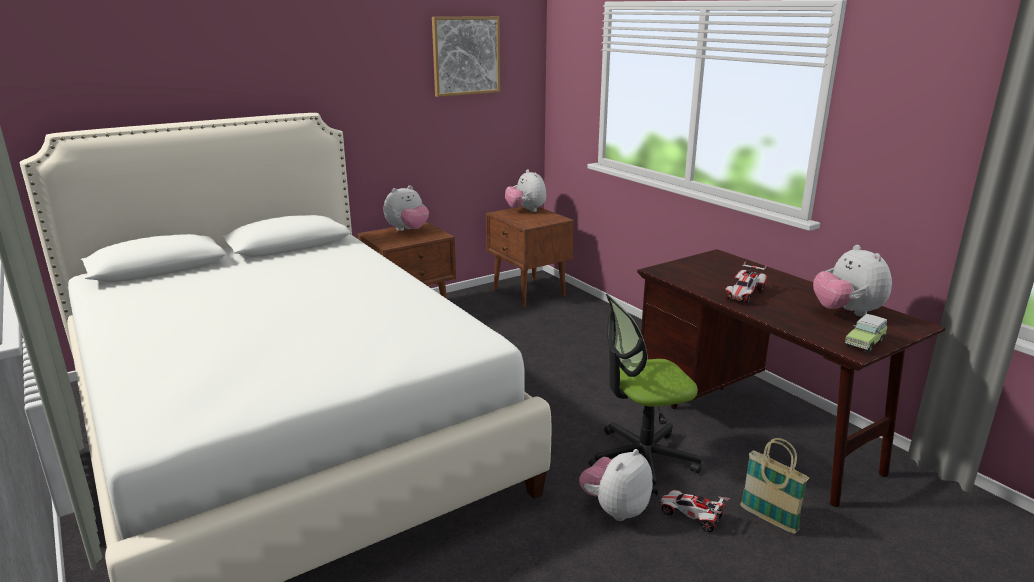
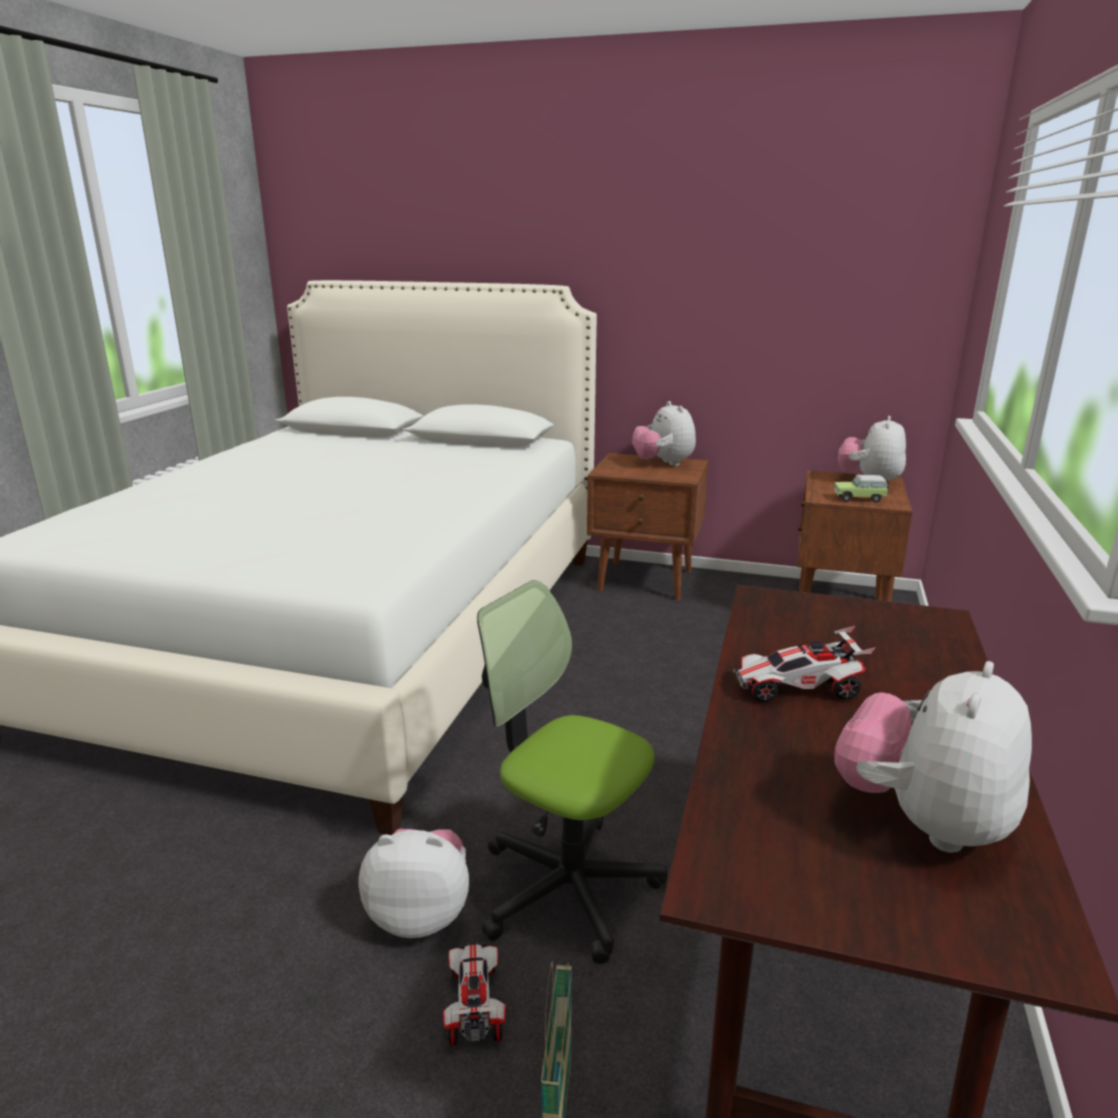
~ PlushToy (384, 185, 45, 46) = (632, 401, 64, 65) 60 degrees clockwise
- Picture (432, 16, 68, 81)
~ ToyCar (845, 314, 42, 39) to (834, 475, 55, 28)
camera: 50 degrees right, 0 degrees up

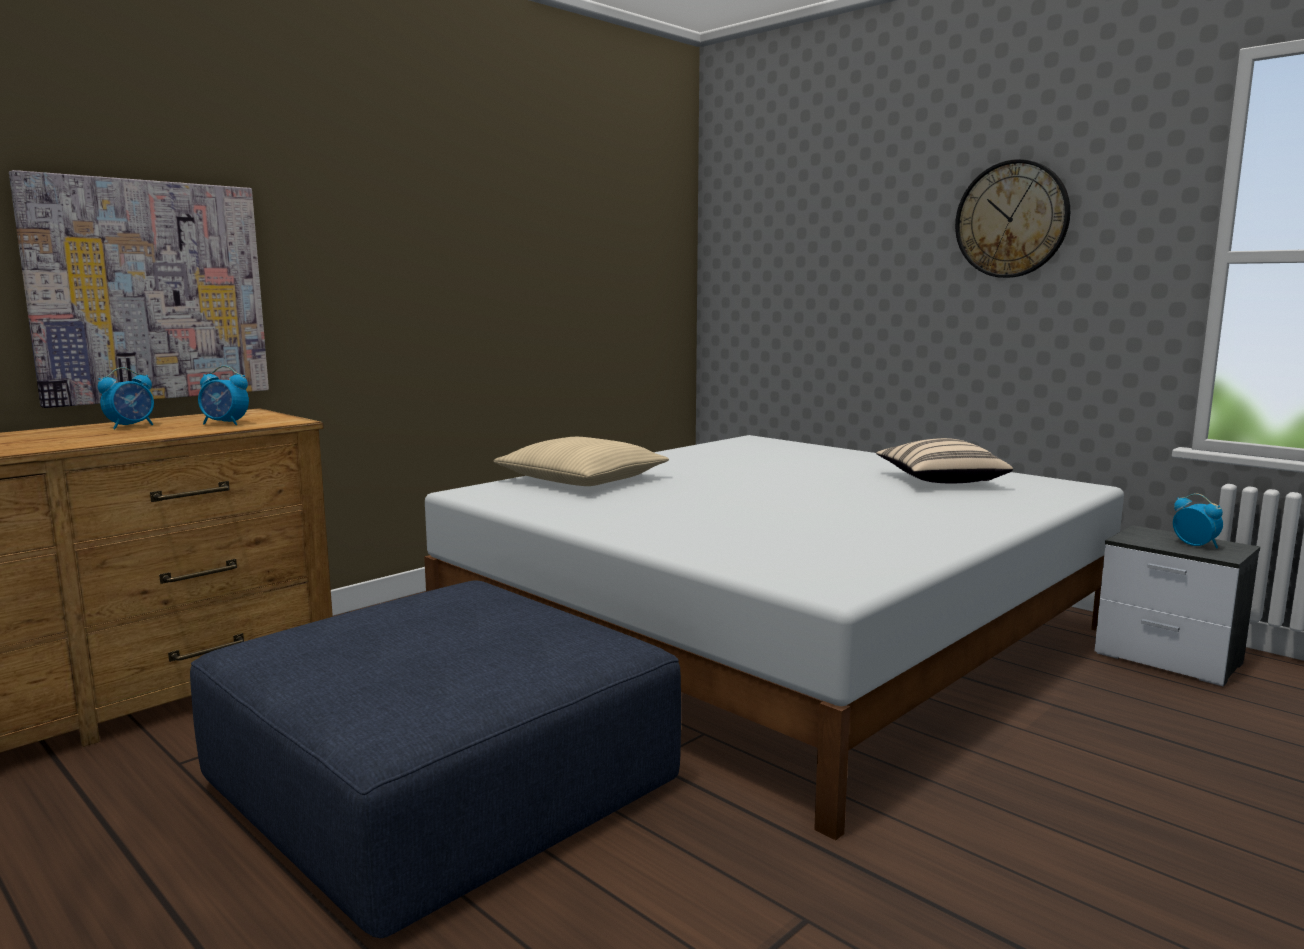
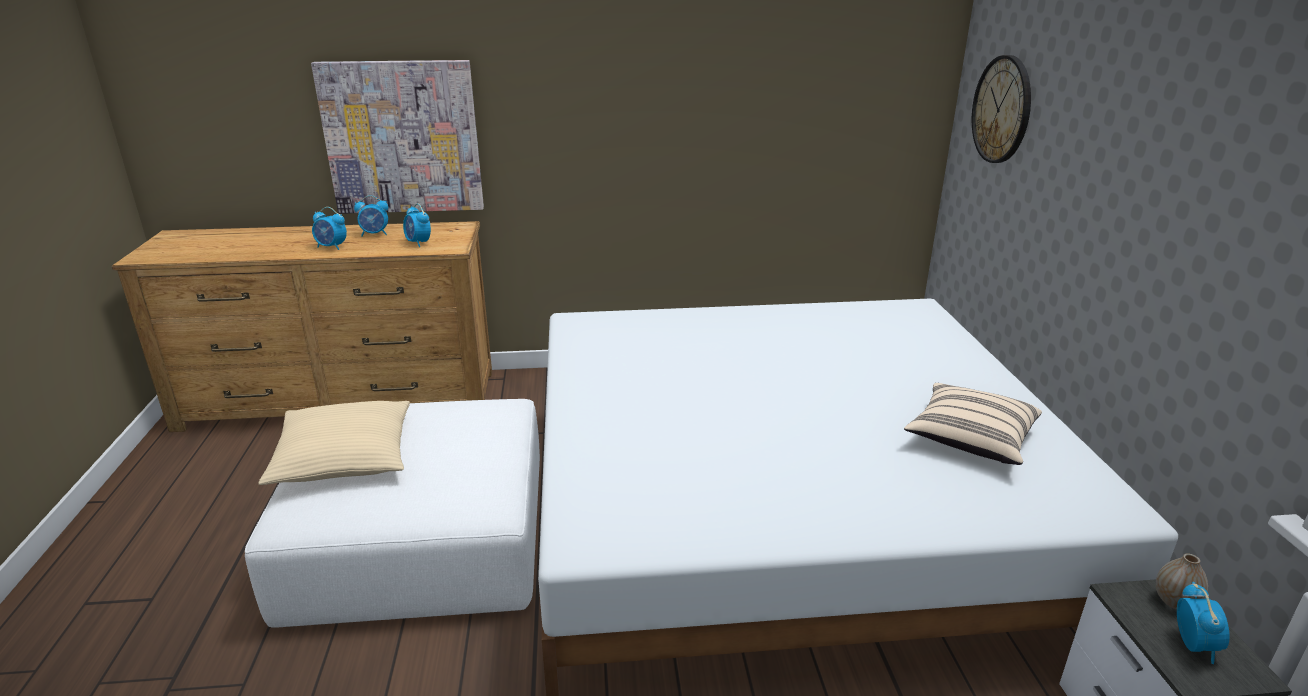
~ BlueOttoman (190, 580, 491, 358) to WhiteOttoman (245, 399, 295, 229)
~ BeigePillow (493, 437, 176, 49) to (258, 401, 152, 84)
~ WallClock (955, 159, 115, 119) to (972, 55, 59, 108)
+ AlarmClock (312, 207, 35, 43)
+ Vase (1156, 554, 52, 55)
camera: 40 degrees right, 15 degrees up

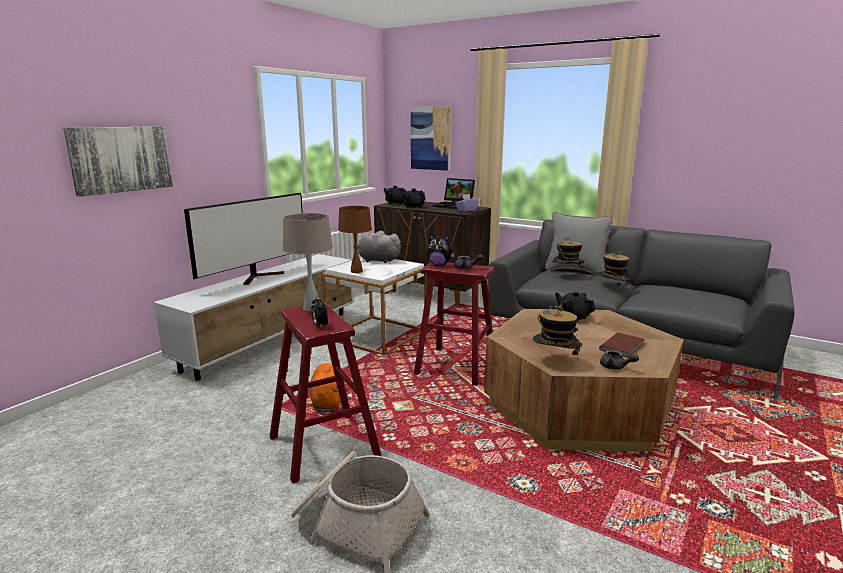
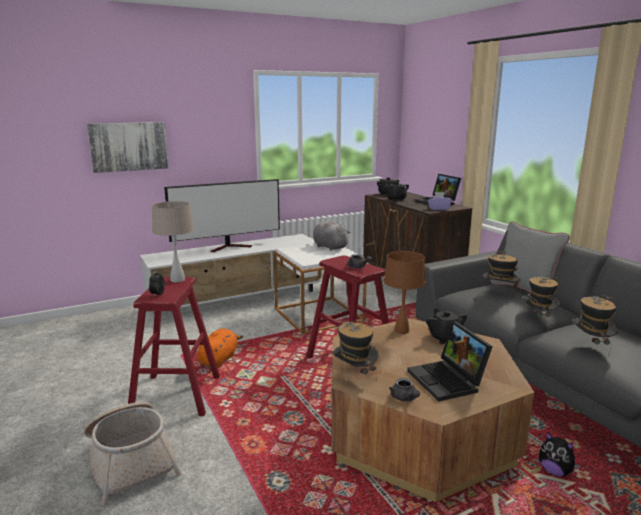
~ BrownTableLamp (338, 206, 34, 67) to (384, 251, 42, 83)
- Picture (411, 107, 40, 64)
~ PlushToy (427, 234, 28, 31) to (539, 432, 41, 45)
~ BrownBook (599, 332, 46, 26) to Laptop (407, 321, 86, 81)
+ Hat (572, 295, 46, 60)
camera: 30 degrees right, 0 degrees up

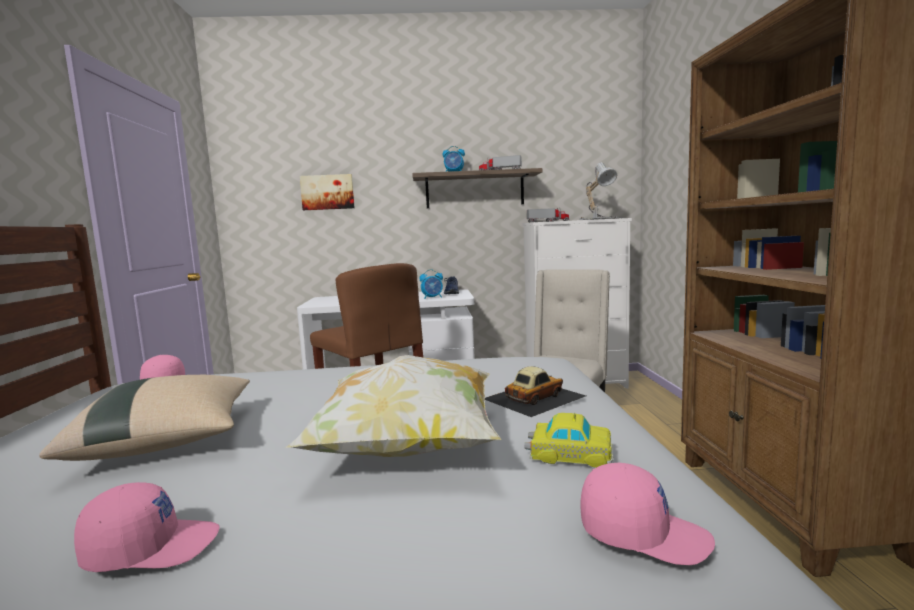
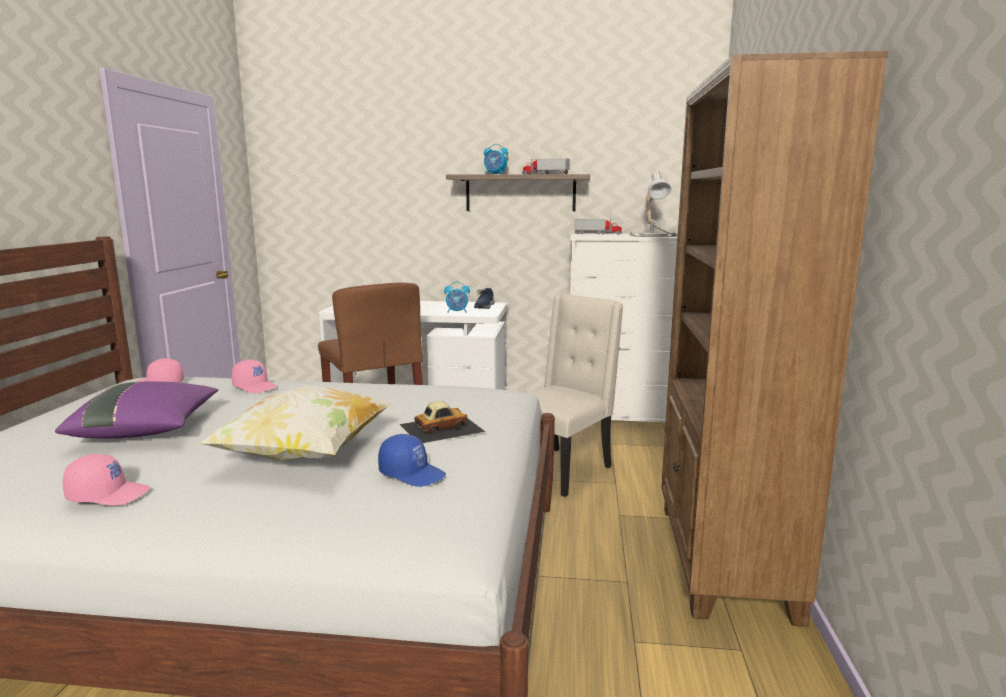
~ BeigePillow (39, 375, 211, 86) to PurplePillow (55, 382, 163, 56)
- Picture (300, 174, 55, 36)
~ ToyCar (524, 413, 89, 55) to BlueCap (378, 434, 68, 53)
~ PinkCap (580, 463, 135, 102) to (232, 360, 46, 33)
camera: 10 degrees right, 5 degrees up

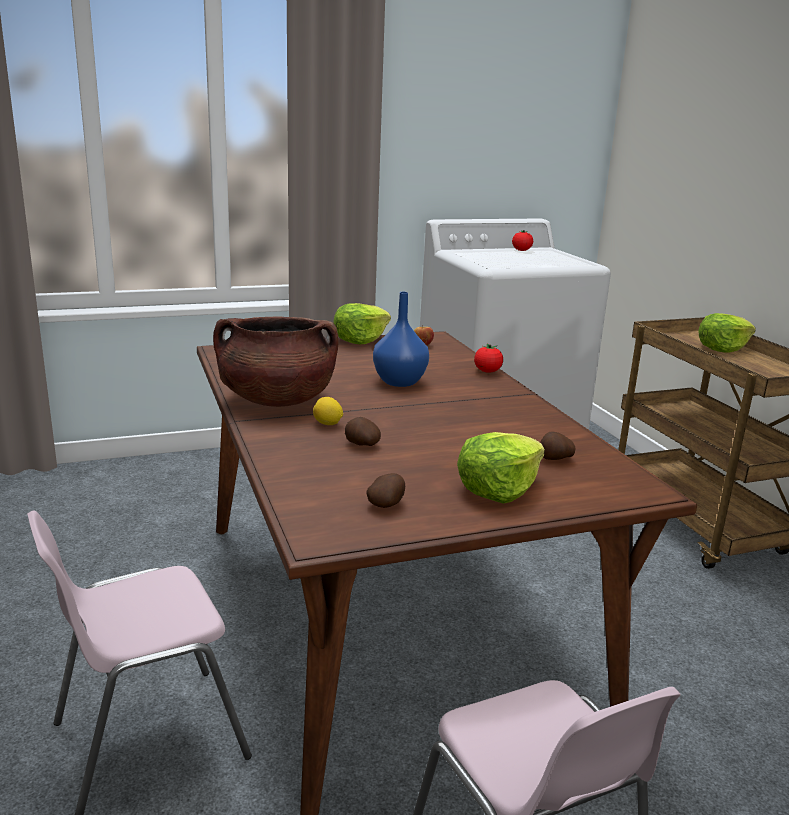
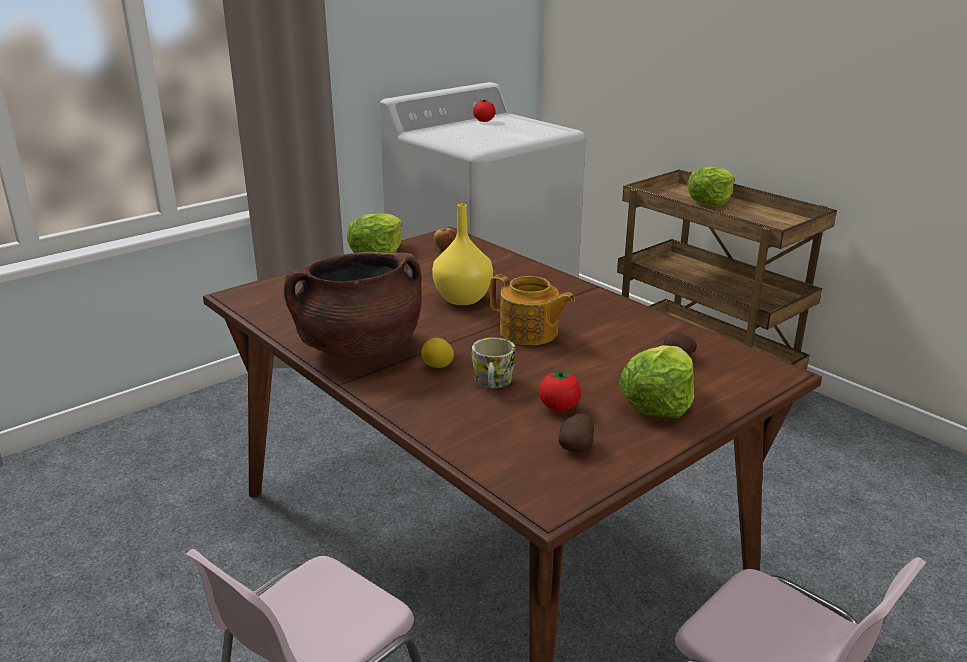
~ Potato (345, 417, 36, 29) to Mug (472, 338, 44, 50)
~ BlueVase (373, 292, 56, 95) to YellowVase (432, 204, 61, 101)
~ Tomato (474, 344, 29, 29) to (539, 369, 42, 42)
+ Teapot (490, 274, 85, 71)
camera: 20 degrees left, 5 degrees up

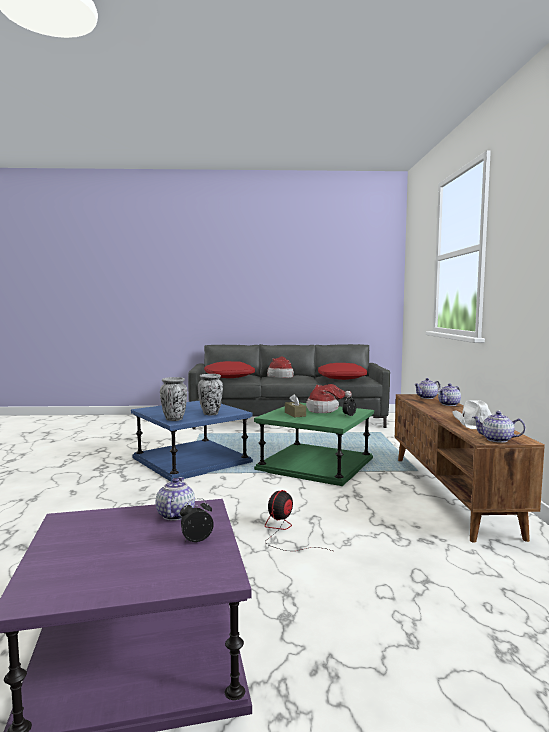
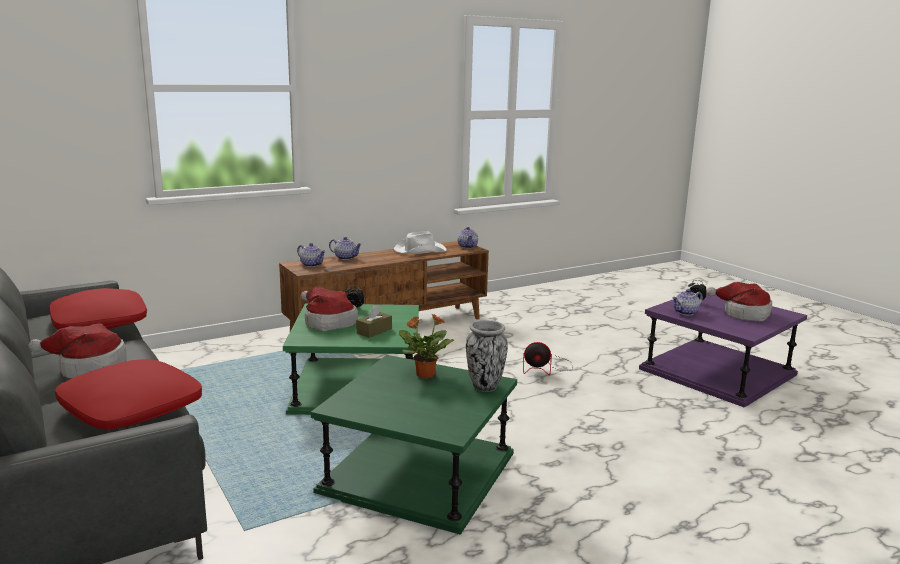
~ BlueSideTable (131, 400, 122, 82) to GreenSideTable (311, 355, 206, 180)
~ Vase (198, 374, 25, 41) to PottedPlant (399, 314, 55, 65)
+ Hat (707, 282, 65, 39)
camera: 120 degrees left, 10 degrees up

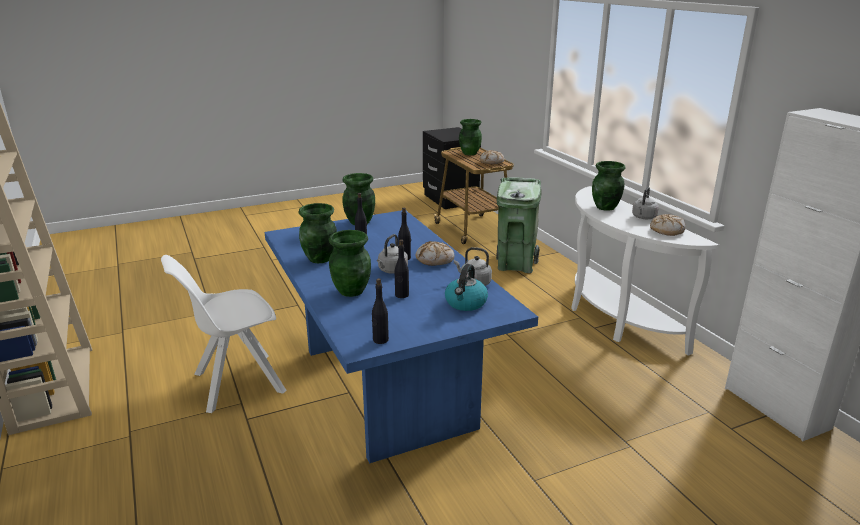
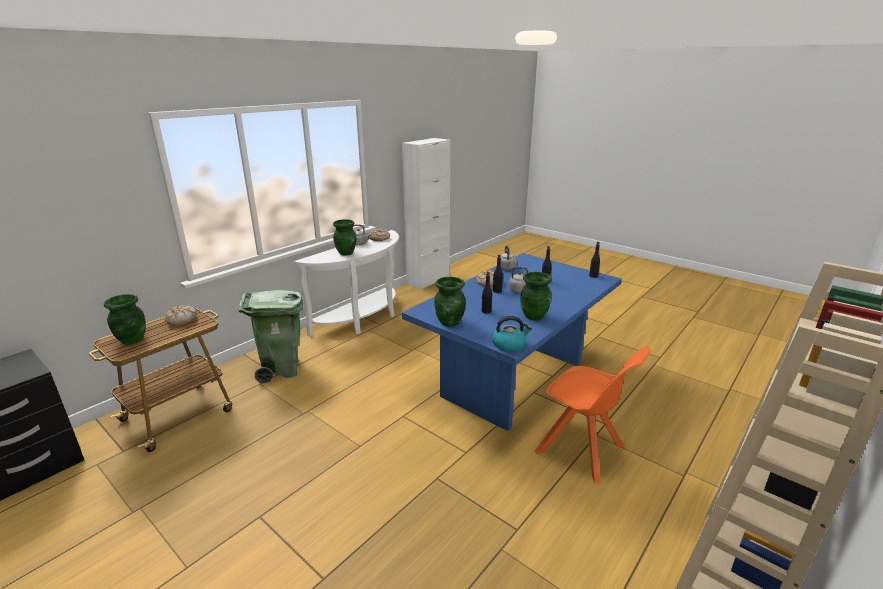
~ WhiteChair (161, 255, 125, 158) to OrangeChair (535, 346, 116, 137)
- GreenVase (329, 230, 42, 67)
~ Kettle (445, 264, 43, 47) to (492, 316, 40, 36)
camera: 115 degrees left, 0 degrees up

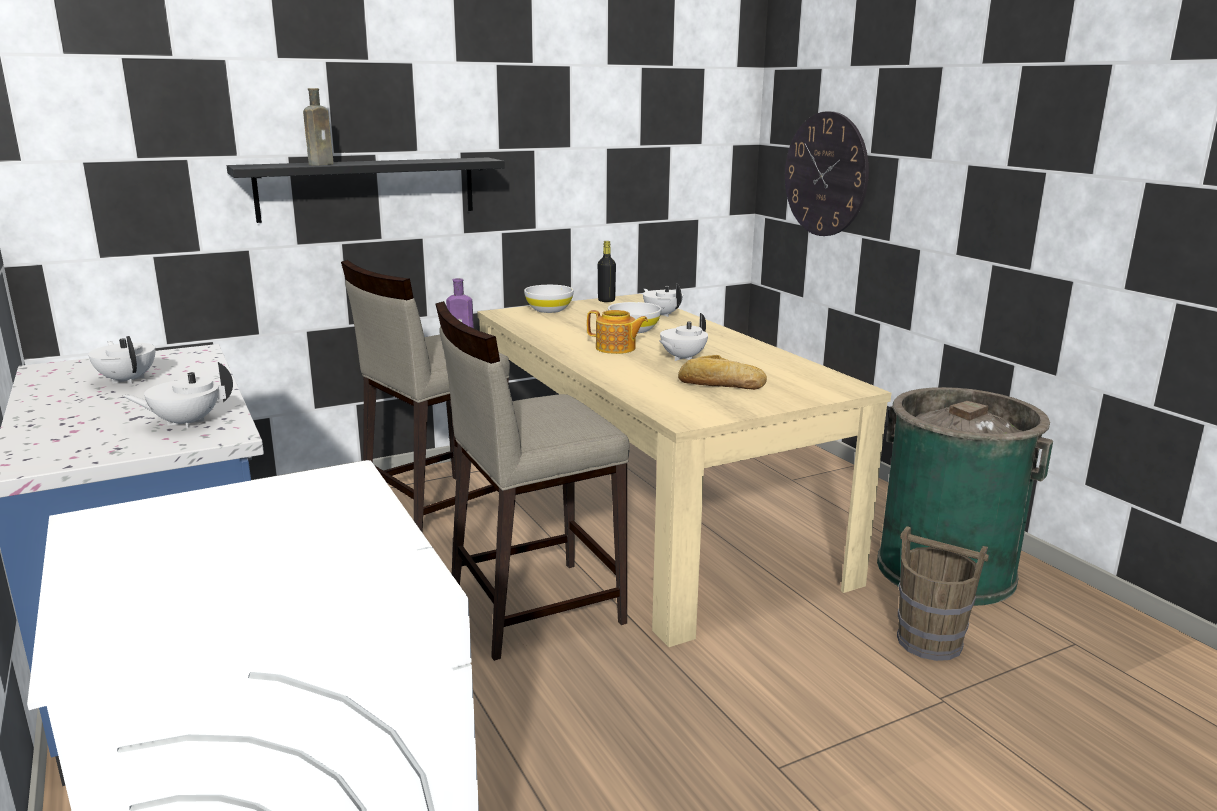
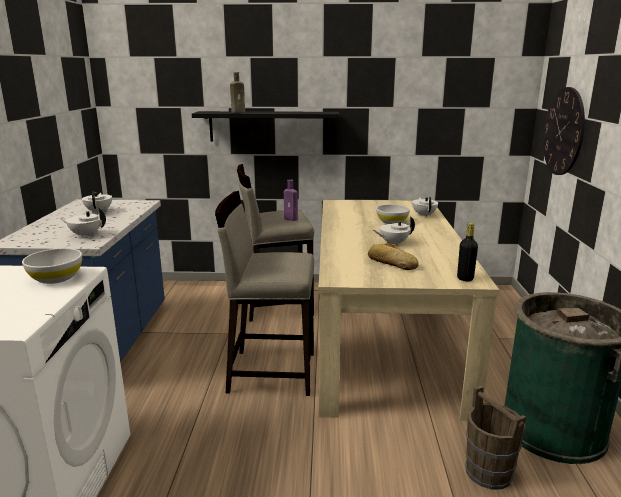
~ WhiteBowl (524, 285, 50, 28) to (22, 248, 60, 36)
- Teapot (587, 310, 61, 44)
~ BlackBottle (598, 241, 18, 61) to (457, 223, 21, 58)
camera: 30 degrees right, 0 degrees up

